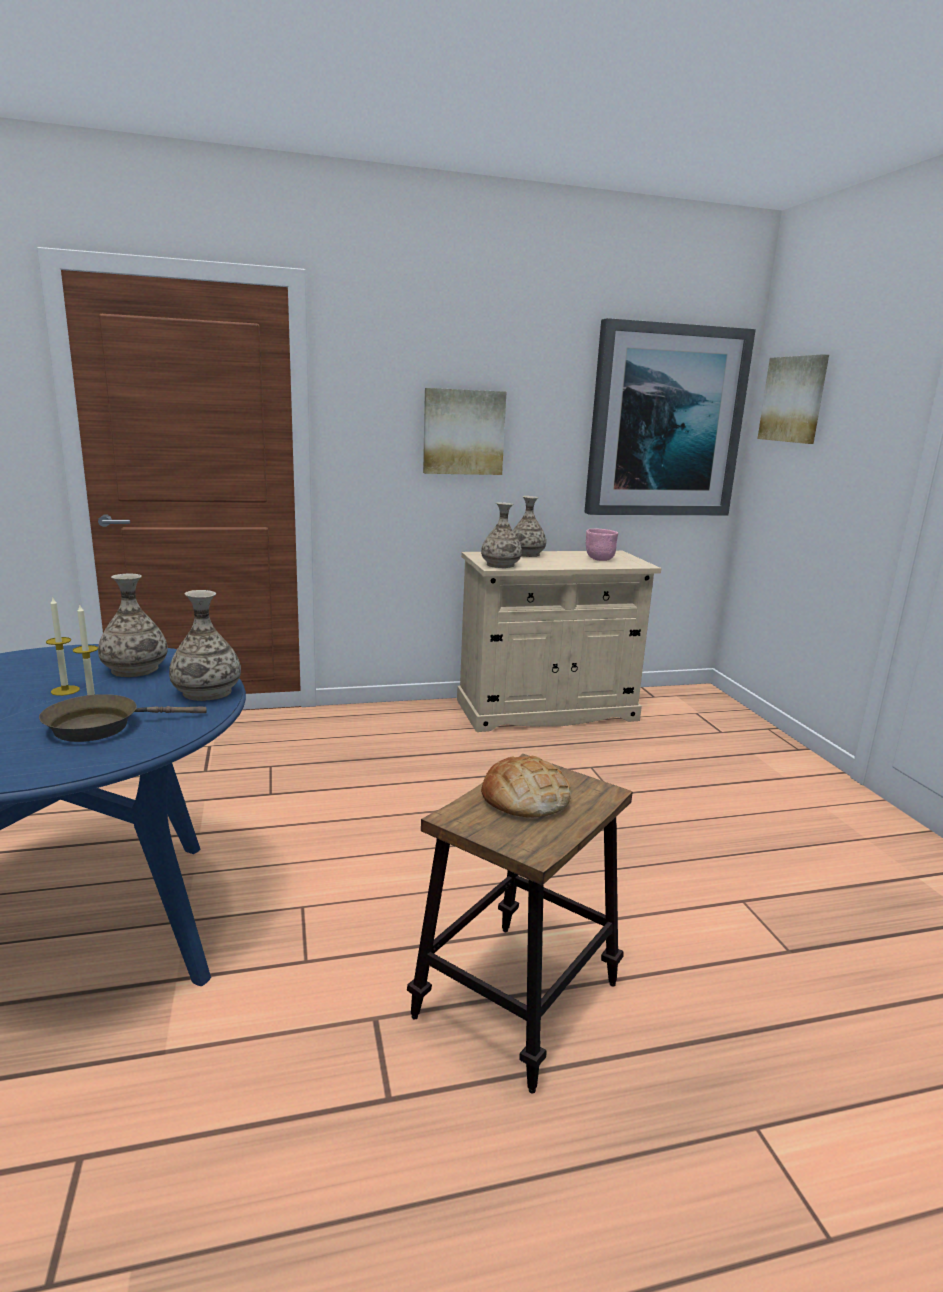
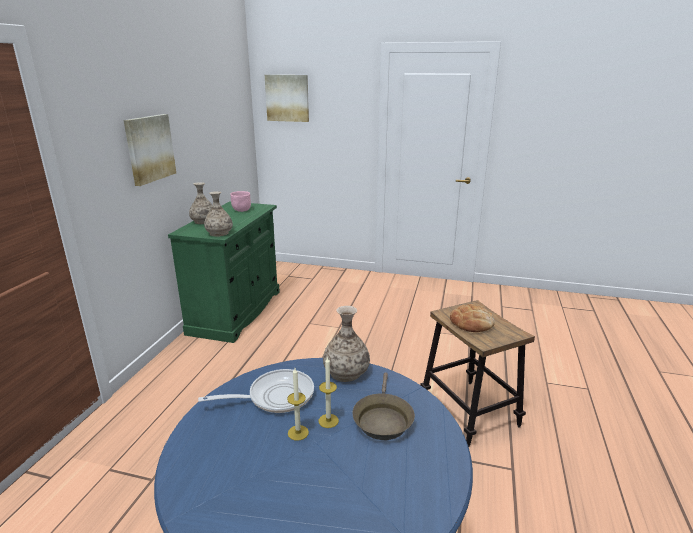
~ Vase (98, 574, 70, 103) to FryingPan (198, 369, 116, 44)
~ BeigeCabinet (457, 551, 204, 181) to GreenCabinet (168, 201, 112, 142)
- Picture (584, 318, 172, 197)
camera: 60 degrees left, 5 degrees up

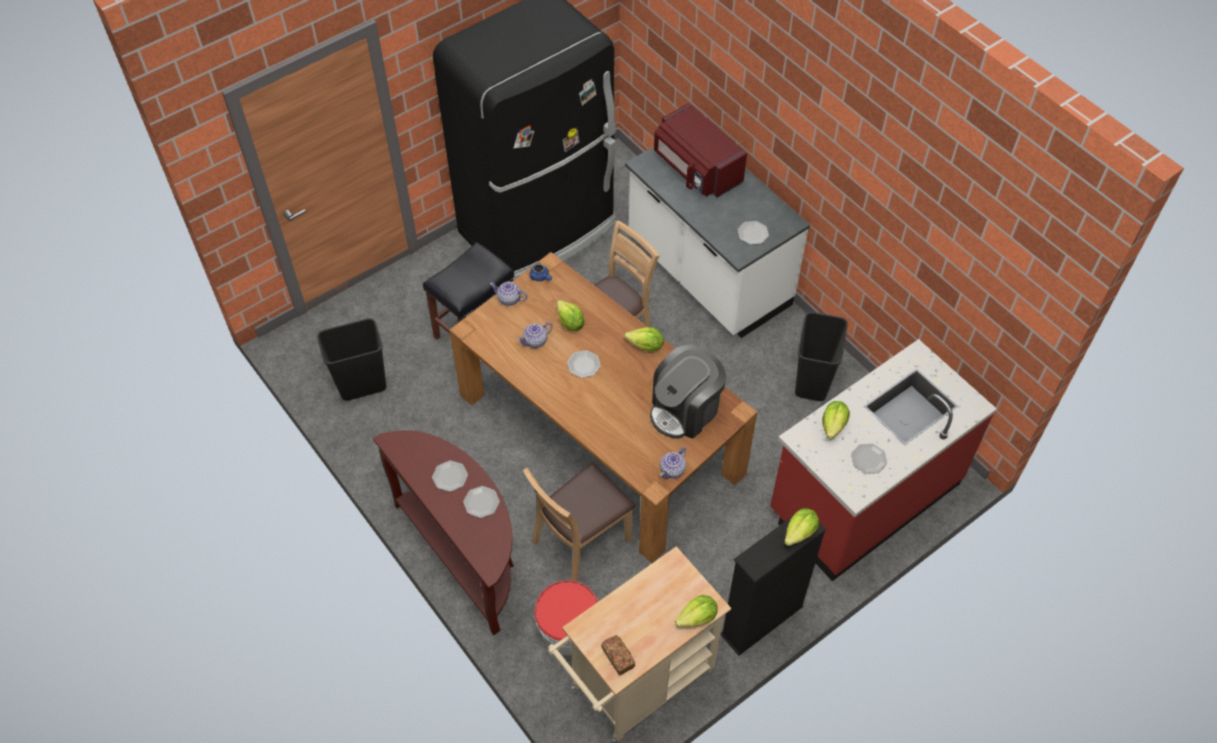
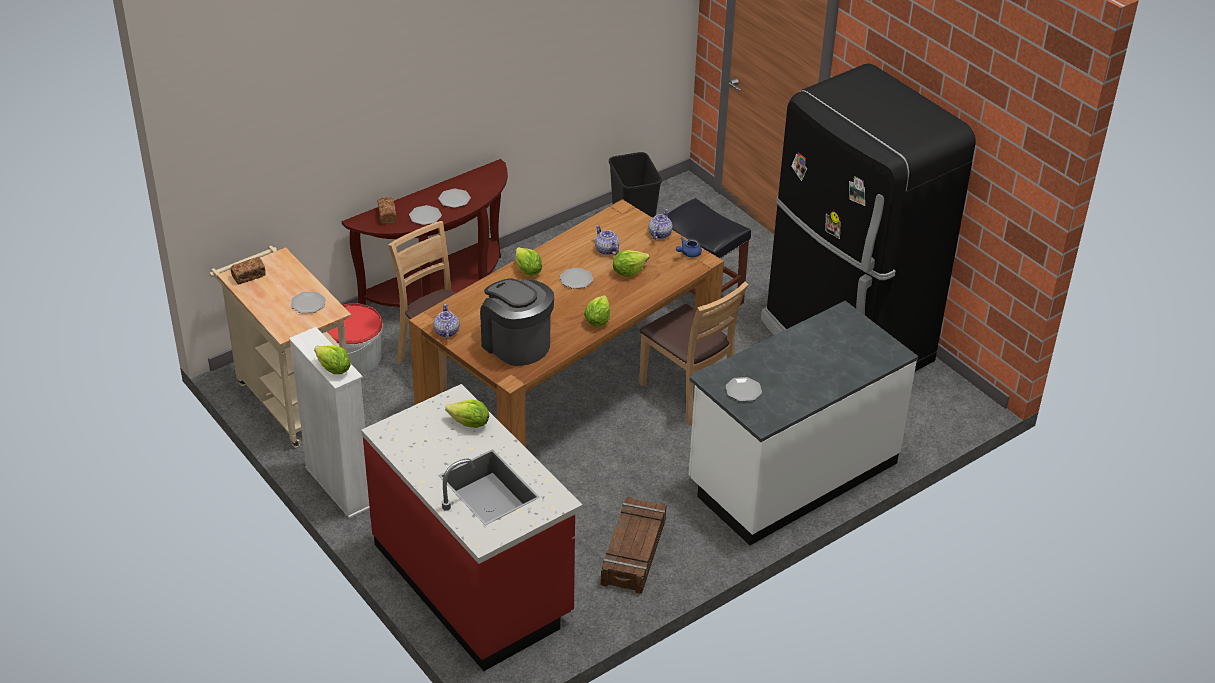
- RedMicrowave (654, 103, 93, 95)
~ Teapot (660, 447, 26, 32) = (433, 304, 27, 35) 45 degrees clockwise
~ Lettuce (675, 595, 43, 32) to (516, 247, 26, 29)
~ BlackBookcase (721, 507, 105, 149) to WhiteBookcase (289, 327, 81, 192)
~ BlackTrashCan (795, 312, 53, 89) to Crate (601, 497, 66, 97)
~ Plate (851, 444, 36, 30) to (291, 292, 34, 21)
+ Bread (378, 197, 18, 27)
camera: 90 degrees right, 15 degrees down

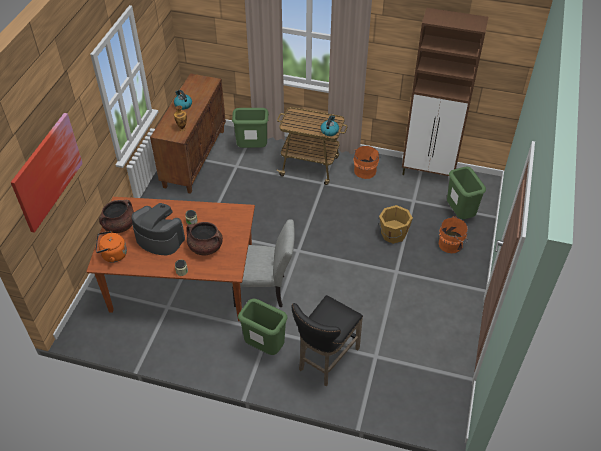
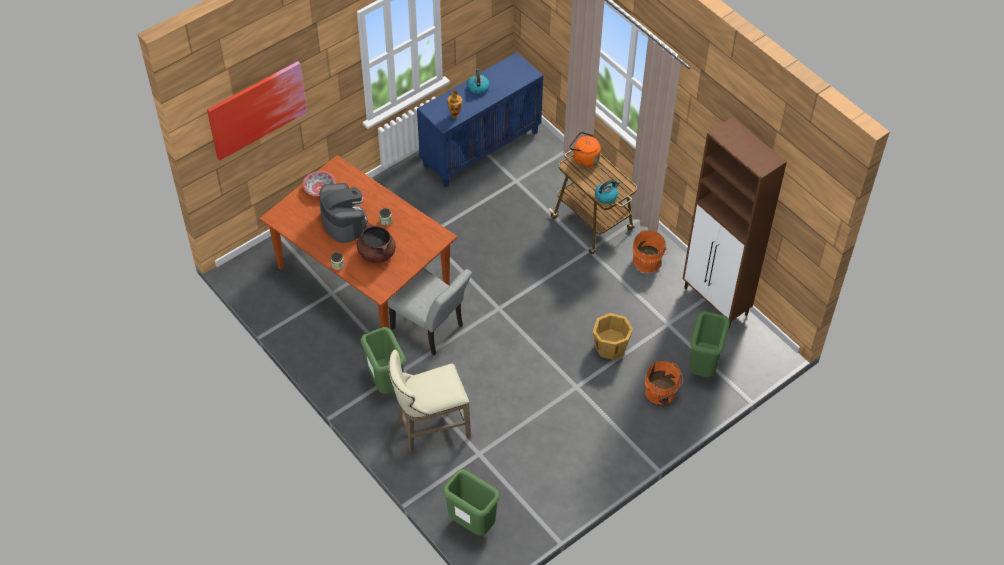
~ OrangeKettle (95, 231, 32, 32) to (569, 132, 32, 35)
~ BrownCookingPot (99, 200, 35, 33) to Bowl (303, 171, 32, 25)
~ BrownCabinet (150, 73, 76, 121) to BlueCabinet (417, 52, 126, 135)
~ GreenTrashCan (232, 108, 37, 40) to (443, 469, 57, 67)
~ BlackStool (292, 295, 71, 91) to BeigeStool (388, 350, 83, 102)
camera: 35 degrees right, 5 degrees up

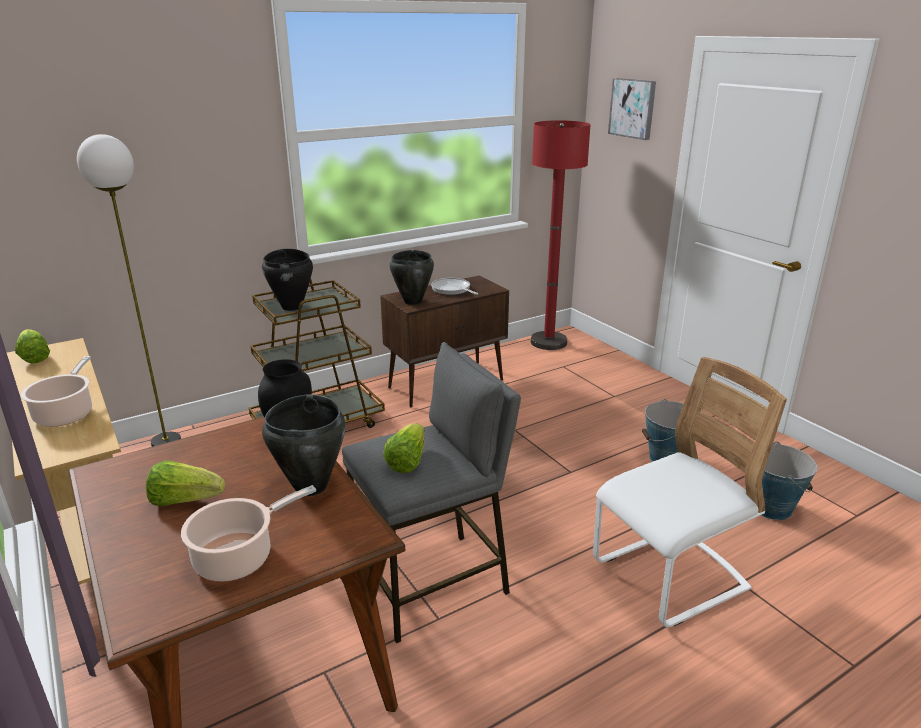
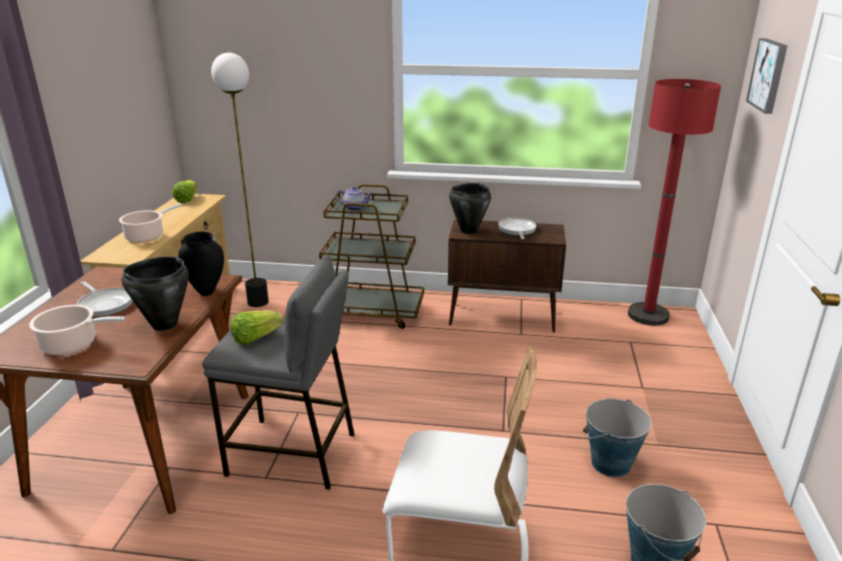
~ Lettuce (146, 460, 79, 46) to FryingPan (77, 281, 56, 36)
~ BlackCookingPot (262, 249, 51, 62) to Teapot (336, 186, 37, 25)
camera: 40 degrees right, 0 degrees up

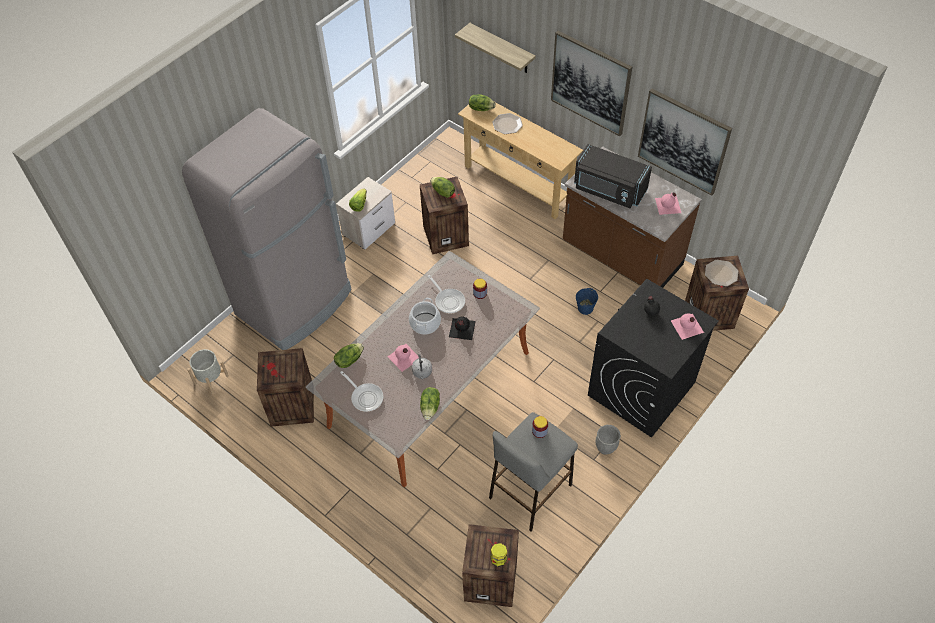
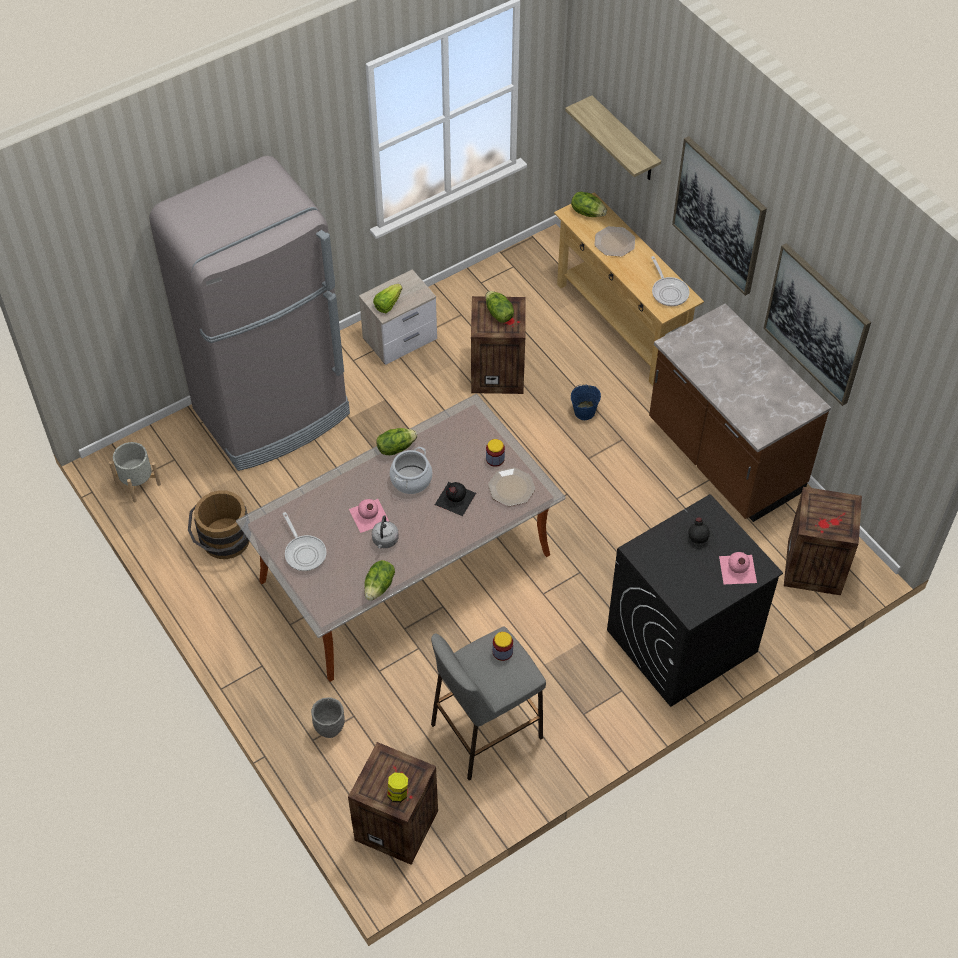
~ Crate (257, 348, 57, 79) to BrownBucket (188, 490, 61, 69)
~ Lettuce (334, 343, 30, 25) to (376, 428, 41, 27)
~ FryingPan (428, 275, 37, 39) to (651, 256, 39, 50)
- BlackMicrowave (574, 144, 78, 64)
~ BlueBucket (576, 288, 22, 27) to (571, 384, 30, 36)
~ GreyPlanter (596, 425, 25, 30) to (311, 697, 34, 41)
- PinkBottle (655, 193, 26, 22)
~ Plate (705, 260, 33, 26) to (488, 468, 47, 38)
camera: 15 degrees right, 0 degrees up

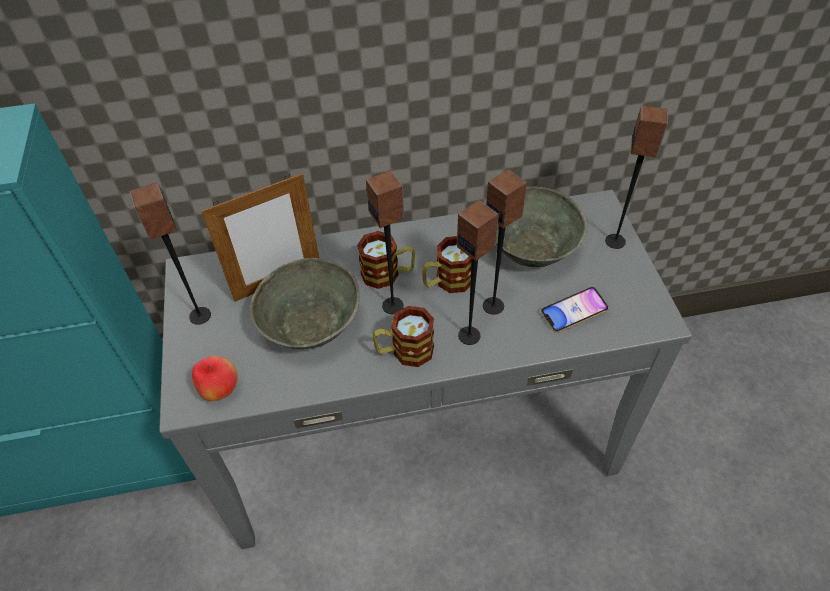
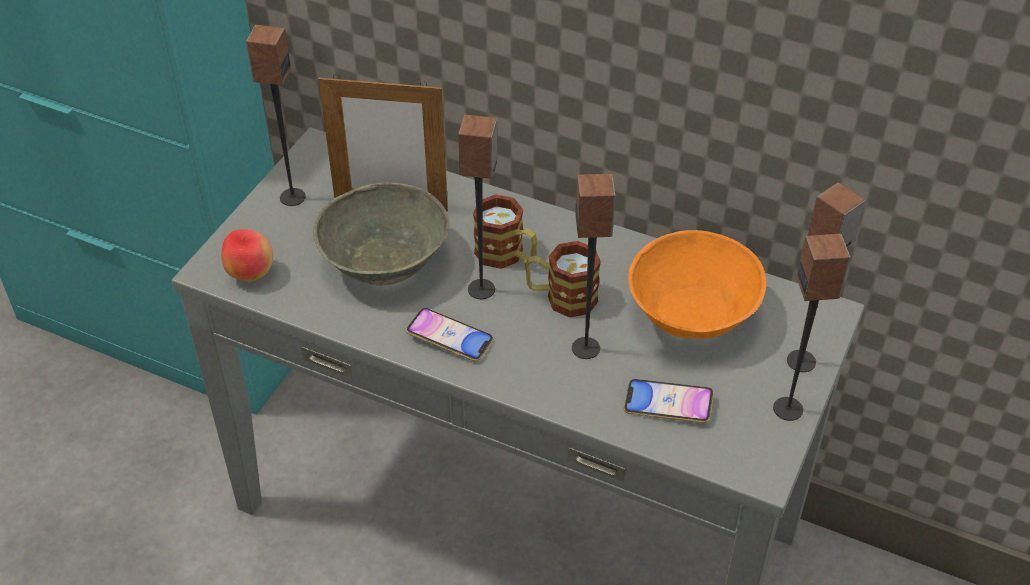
~ Mug (372, 306, 62, 61) to Phone (406, 308, 87, 53)
~ Speaker (457, 200, 42, 145) to (773, 234, 78, 187)
~ GreyBowl (496, 186, 92, 81) to OrangeBowl (628, 230, 138, 109)
camera: 35 degrees right, 5 degrees down

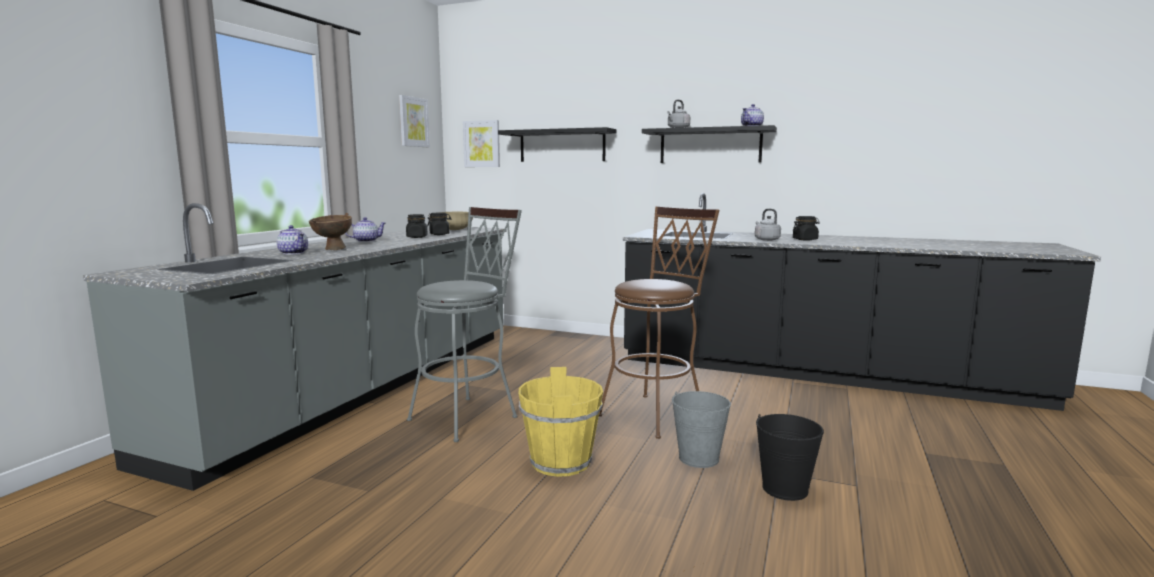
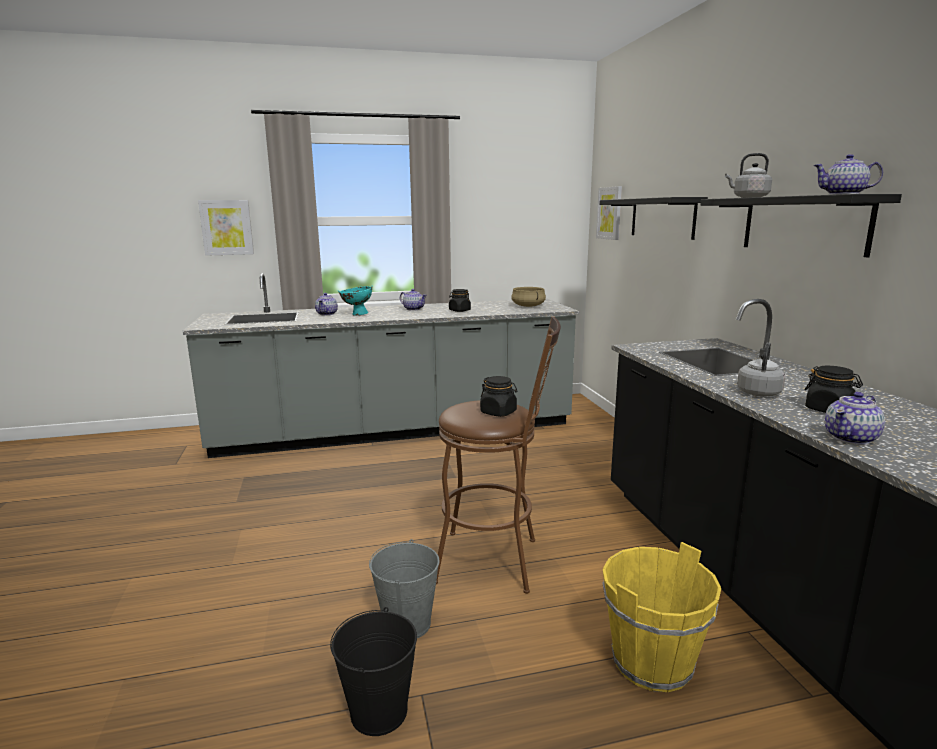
~ BrownBowl (309, 213, 43, 37) to TurquoiseBowl (338, 286, 34, 30)
~ Picture (399, 95, 31, 52) to (198, 200, 56, 56)
- GreyStool (407, 207, 115, 235)
~ BlackJar (427, 213, 24, 22) to (480, 376, 37, 41)
~ YellowBucket (519, 367, 84, 110) to (603, 542, 119, 150)
+ Teapot (825, 392, 60, 53)
camera: 55 degrees right, 5 degrees up

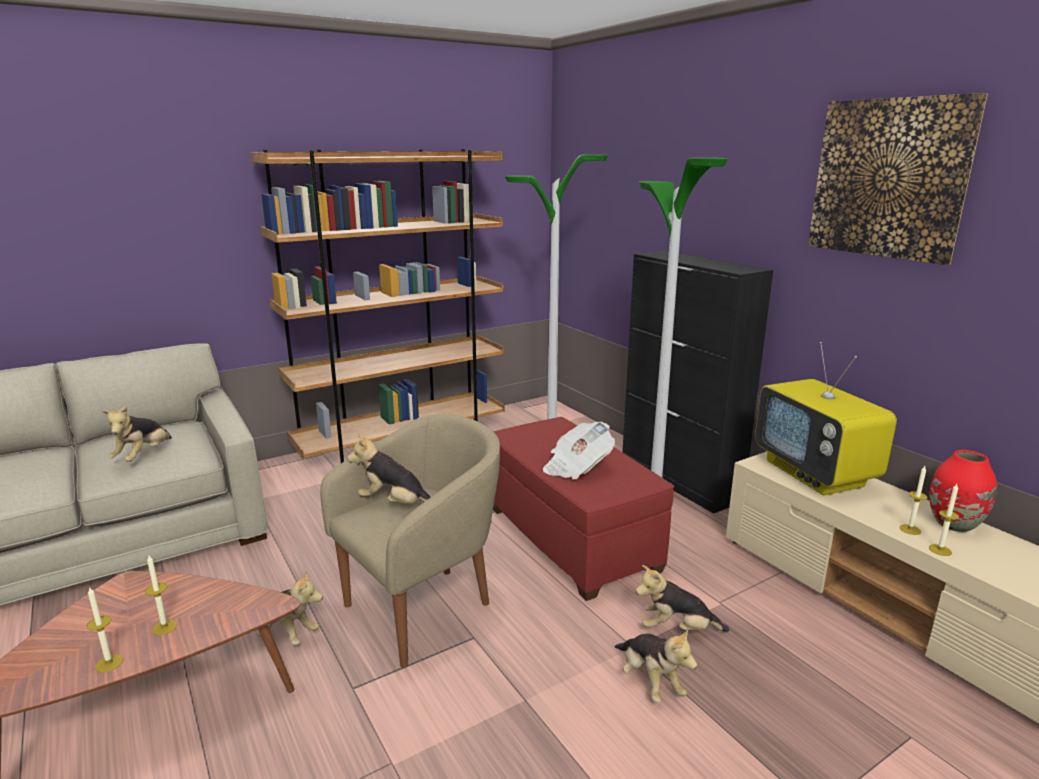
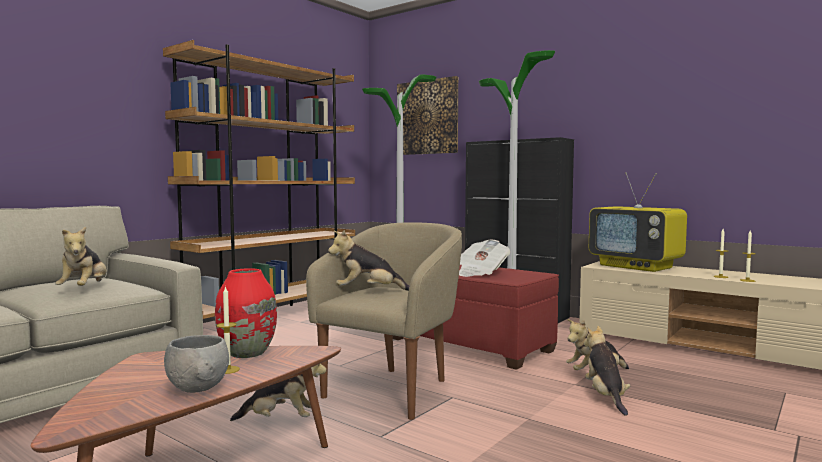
~ Candle (87, 586, 36, 87) to GreyBowl (164, 335, 65, 58)
~ PlushToy (615, 629, 82, 74) = (584, 326, 46, 90) 135 degrees counterclockwise
~ Picture (808, 93, 180, 172) to (397, 76, 61, 79)
~ RedVase (929, 450, 68, 82) to (215, 268, 62, 90)
camera: 20 degrees left, 15 degrees down

